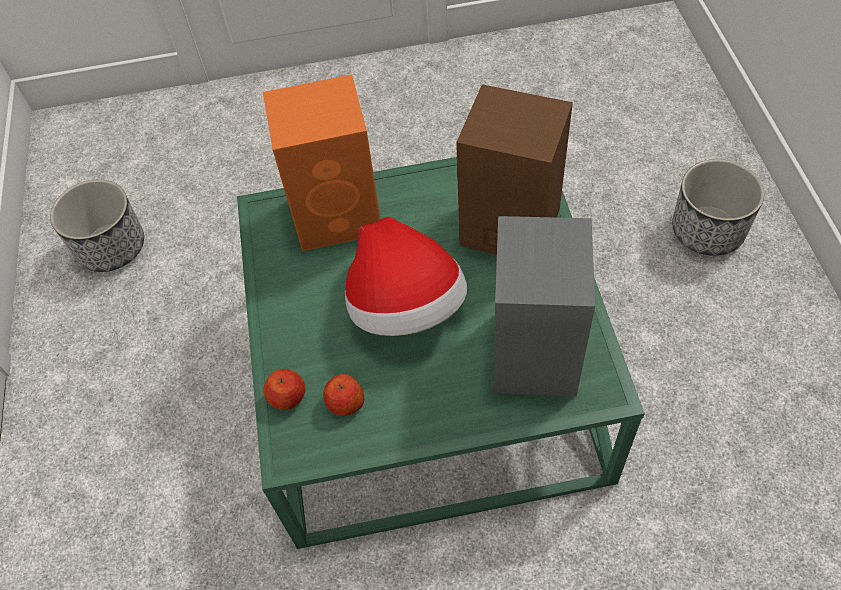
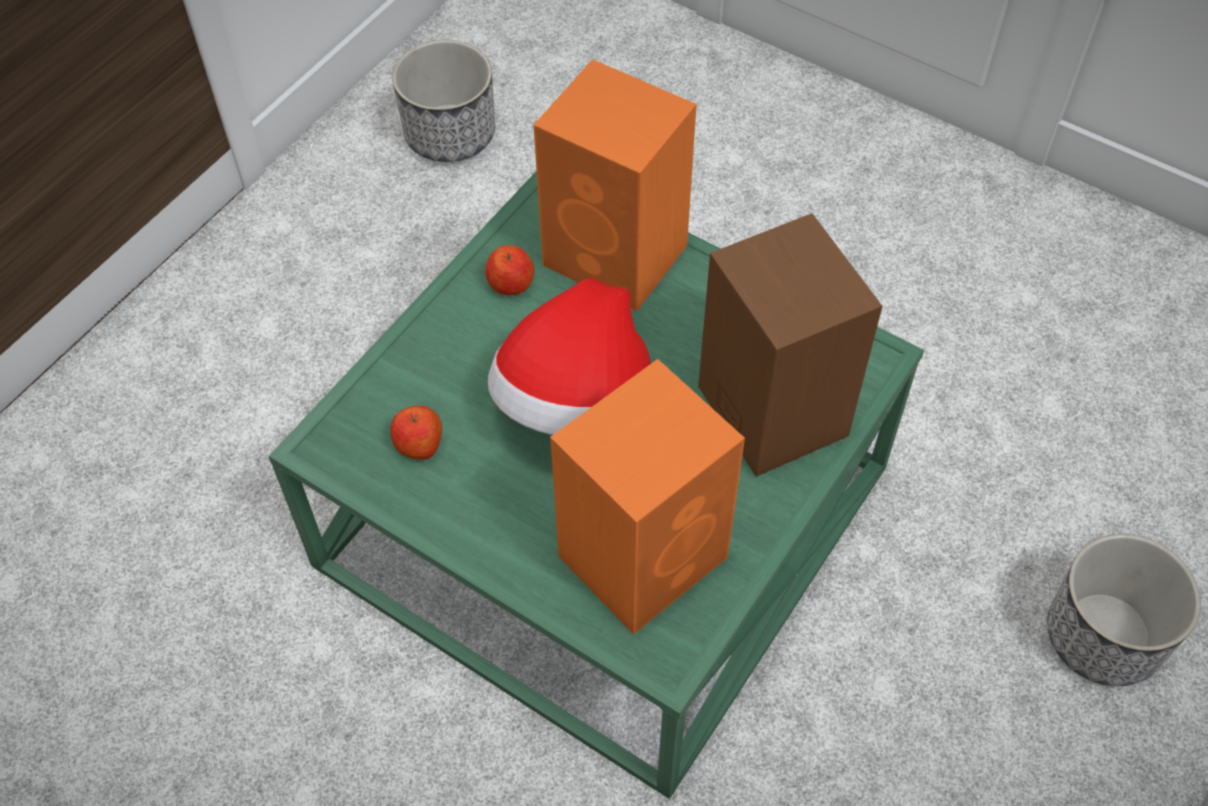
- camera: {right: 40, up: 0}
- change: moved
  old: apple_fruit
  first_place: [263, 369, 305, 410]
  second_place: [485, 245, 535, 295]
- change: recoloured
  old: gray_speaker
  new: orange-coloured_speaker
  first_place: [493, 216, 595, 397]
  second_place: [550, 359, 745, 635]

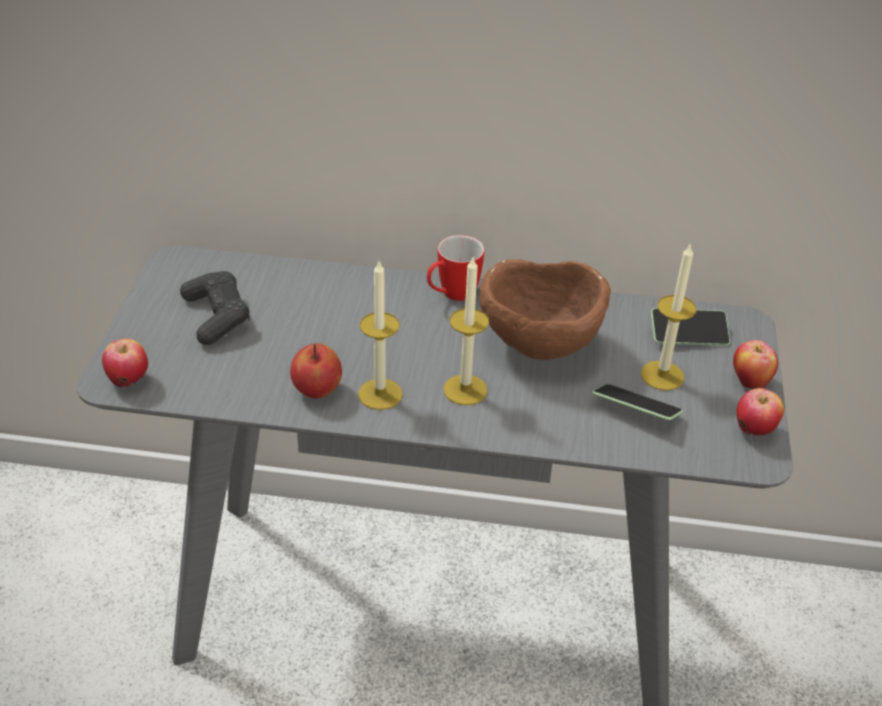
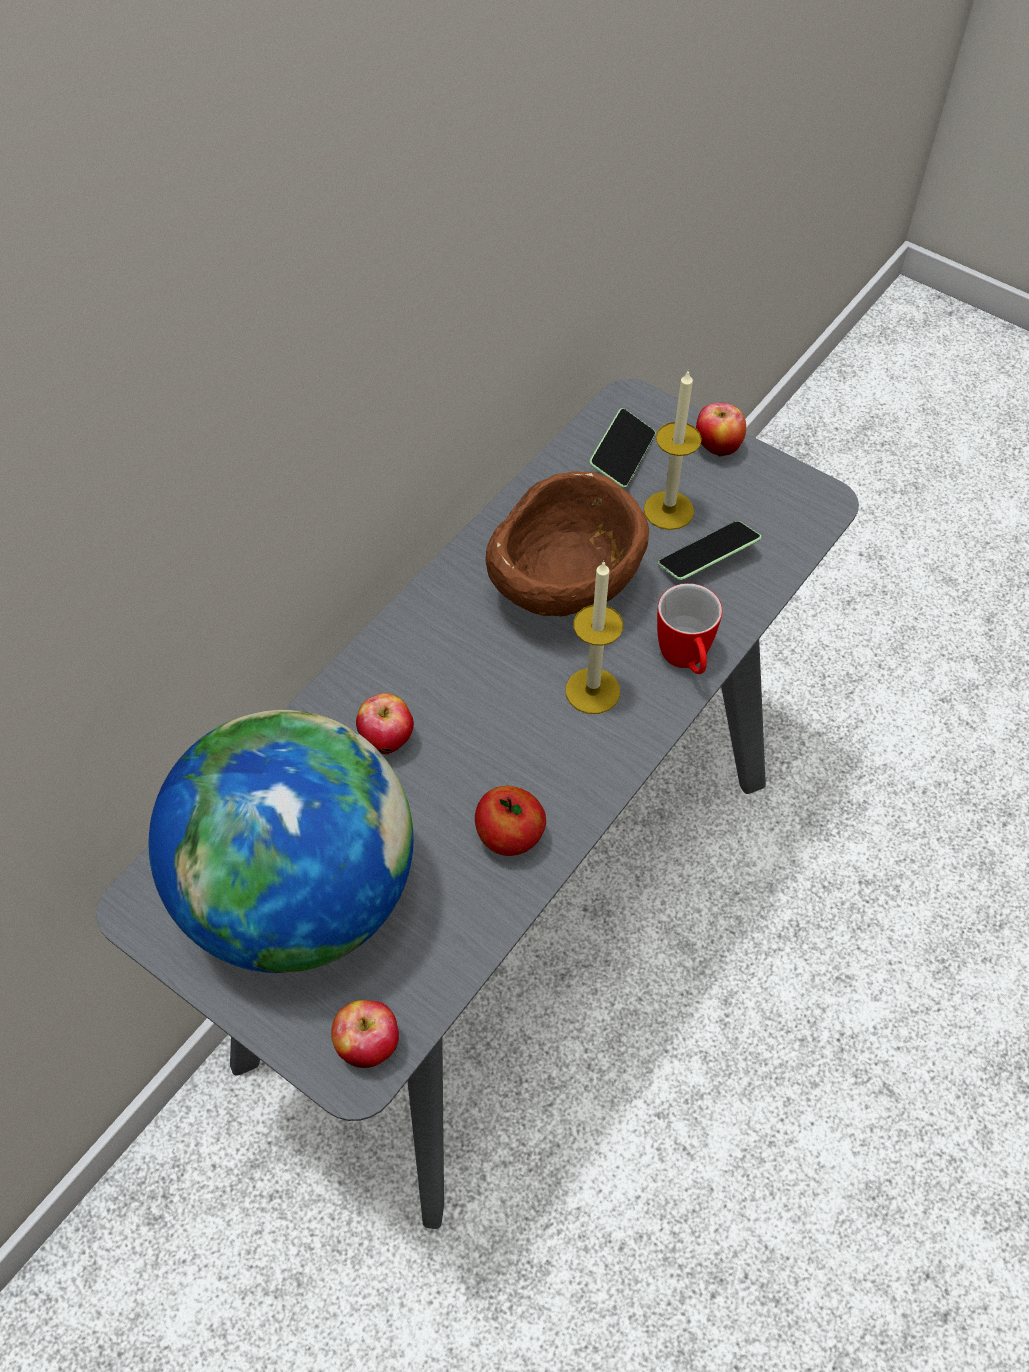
- camera: {right: -60, up: 15}
- change: replaced
  old: black_game_controller
  new: world_globe
  first_place: [180, 271, 250, 345]
  second_place: [148, 710, 413, 973]
- change: moved
  old: apple_fruit
  first_place: [736, 388, 784, 436]
  second_place: [356, 693, 414, 755]
- change: moved
  old: mug
  first_place: [427, 235, 485, 301]
  second_place: [657, 583, 722, 674]
- change: removed
  old: wax_light
  first_place: [358, 261, 403, 410]

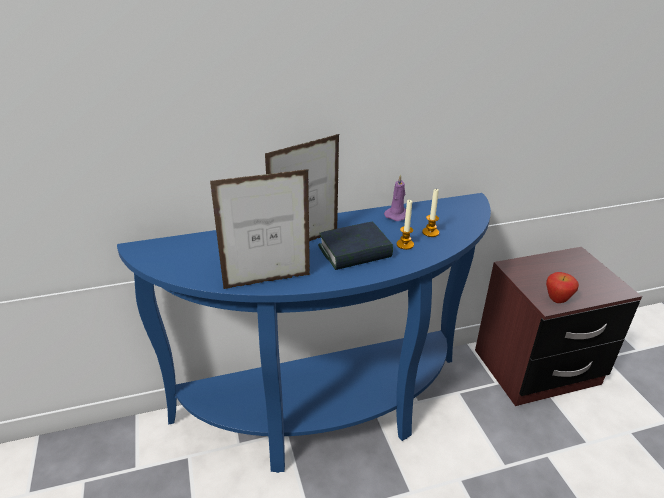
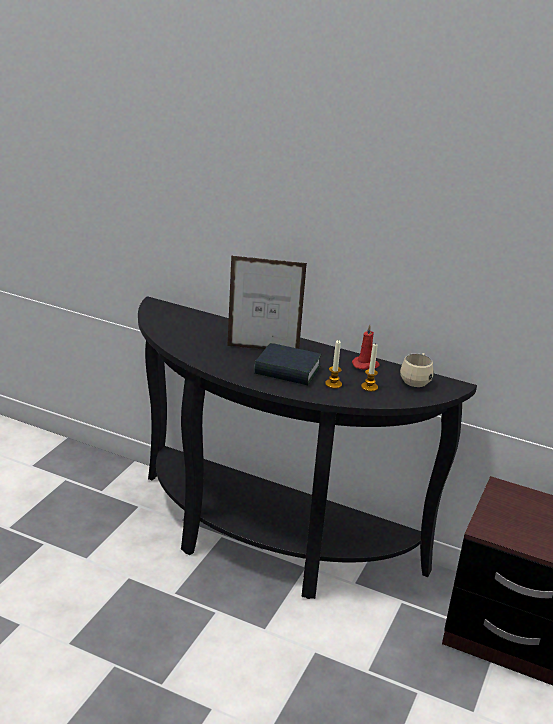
- camera: {right: 40, up: -5}
- change: recoloured
  old: blue_narrow_table
  new: black_narrow_table
  first_place: [117, 193, 491, 473]
  second_place: [138, 296, 477, 599]
- change: recoloured
  old: purplish_wax_light
  new: red_wax_light
  first_place: [384, 174, 406, 221]
  second_place: [352, 325, 380, 370]
- change: added
  new: beige-coloured_mug
  second_place: [400, 353, 433, 387]
- change: removed
  old: standing_frame
  first_place: [210, 169, 310, 289]
- change: removed
  old: apple_fruit
  first_place: [546, 272, 579, 303]

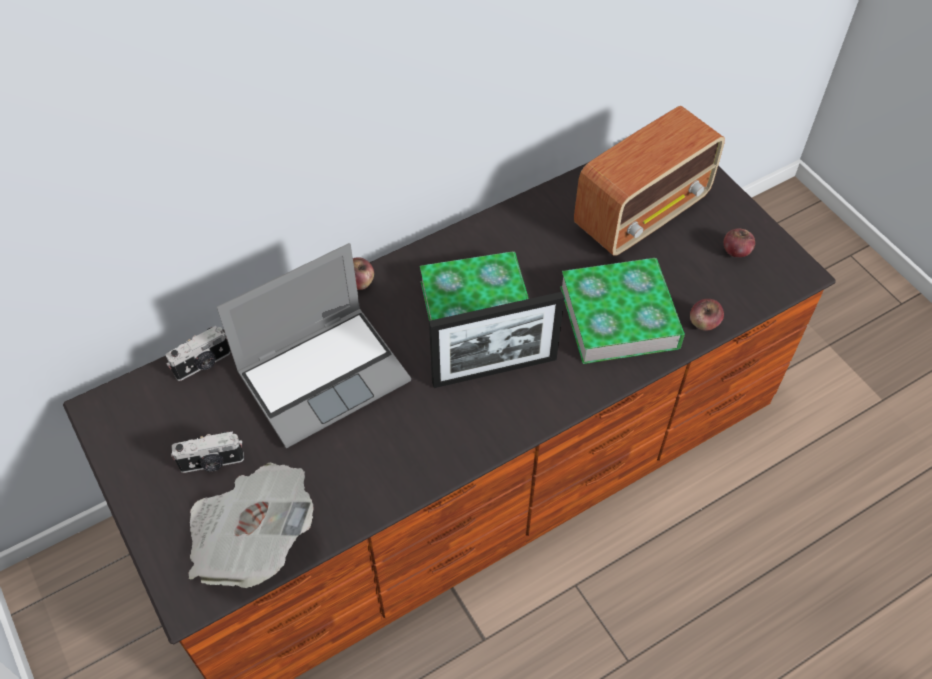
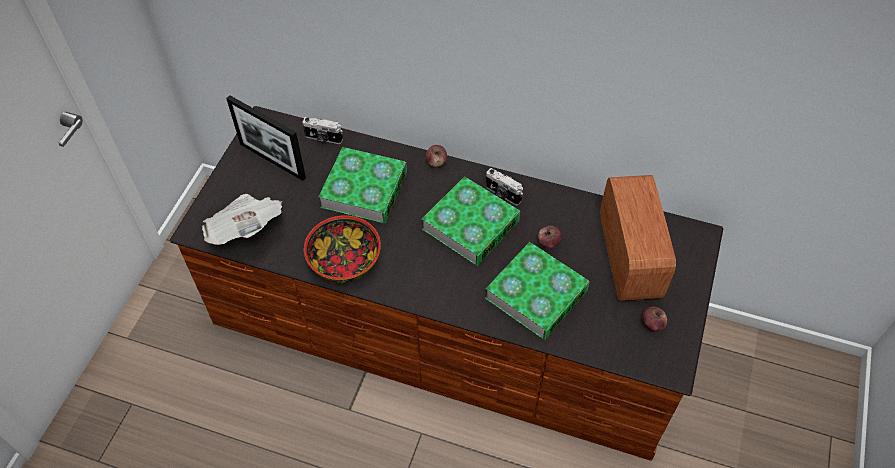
- camera: {right: 50, up: 0}
- change: moved
  old: standing_frame
  first_place: [429, 292, 564, 388]
  second_place: [226, 95, 306, 181]
- change: added
  new: serving_bowl
  second_place: [304, 215, 381, 283]
- change: replaced
  old: notebook_computer
  new: book
  first_place: [217, 243, 411, 448]
  second_place: [318, 147, 407, 223]
- change: moved
  old: still_camera
  first_place: [171, 431, 244, 473]
  second_place: [486, 168, 523, 205]
- change: moved
  old: apple_fruit
  first_place: [690, 299, 724, 331]
  second_place: [538, 225, 561, 248]
- change: turned
  old: radio_receiver
  first_place: [574, 106, 725, 256]
  second_place: [600, 175, 676, 300]
  degrees: -105

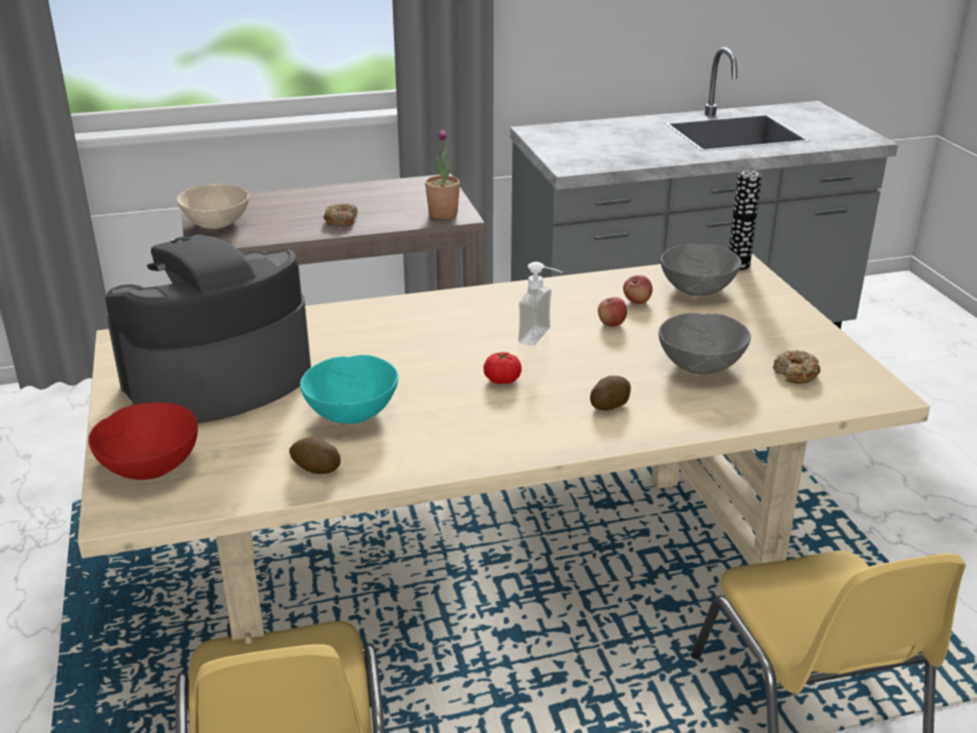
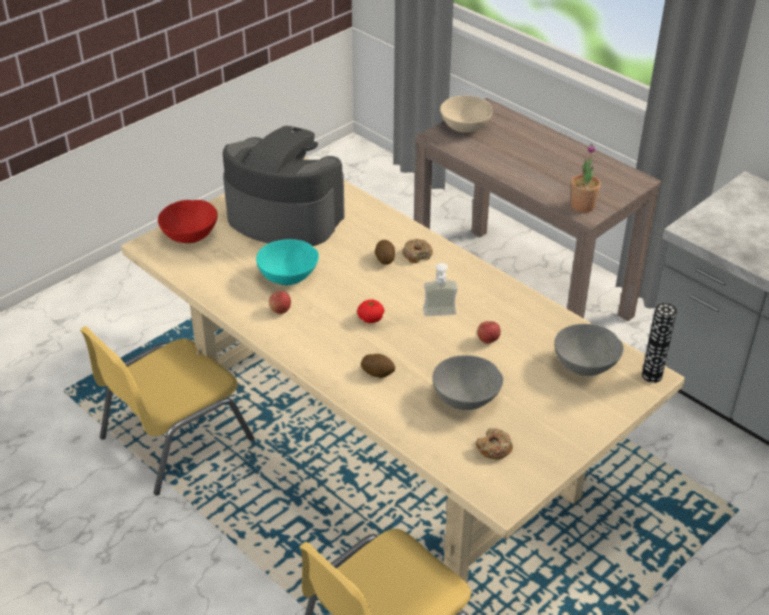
- camera: {right: 60, up: 10}
- change: moved
  old: apple_fruit
  first_place: [623, 275, 652, 304]
  second_place: [269, 291, 291, 314]
- change: moved
  old: spud
  first_place: [289, 437, 341, 474]
  second_place: [375, 240, 395, 265]
- change: moved
  old: doughnut
  first_place: [323, 204, 358, 227]
  second_place: [402, 239, 433, 263]

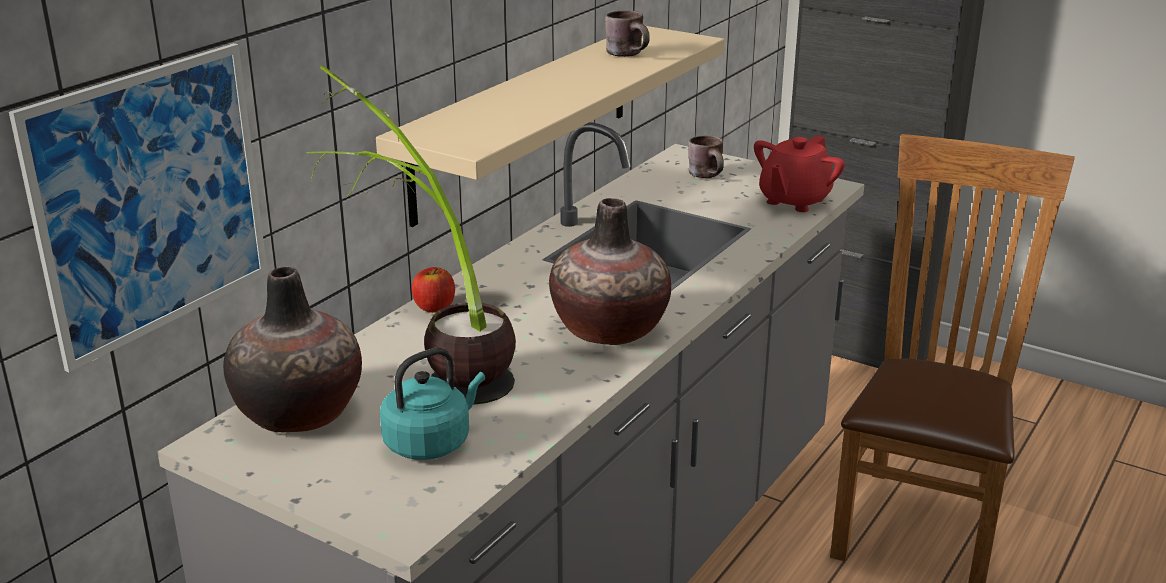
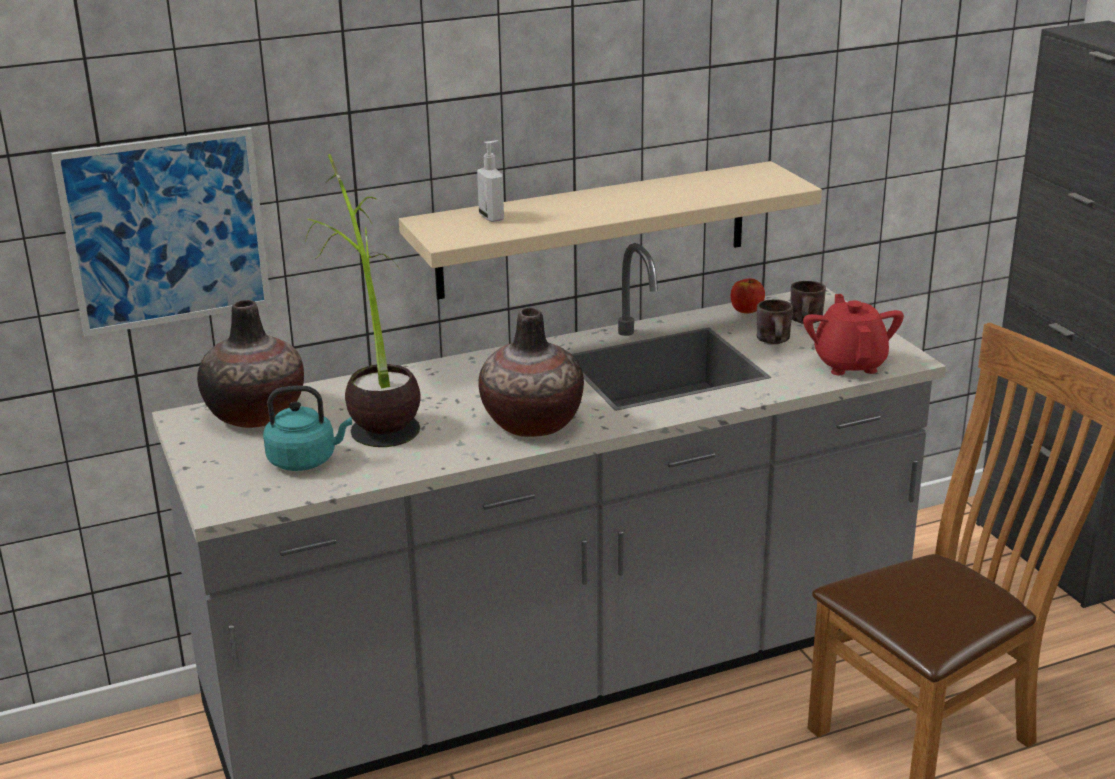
- camera: {right: 35, up: 0}
- change: added
  new: soap_bottle
  second_place: [477, 140, 504, 222]
- change: moved
  old: apple_fruit
  first_place: [412, 267, 455, 313]
  second_place: [731, 278, 765, 313]
- change: moved
  old: brownish_mug
  first_place: [605, 10, 650, 57]
  second_place: [757, 299, 793, 344]
- change: turned
  old: red_pot_for_tea
  first_place: [754, 135, 845, 212]
  second_place: [803, 294, 904, 375]
  degrees: 105

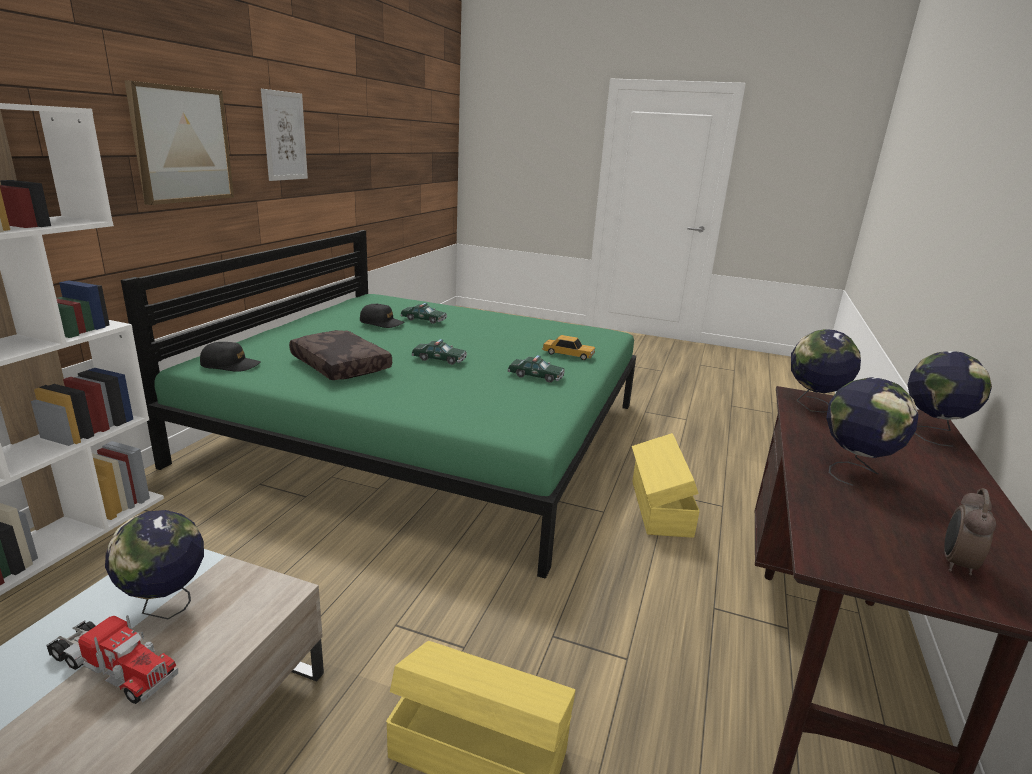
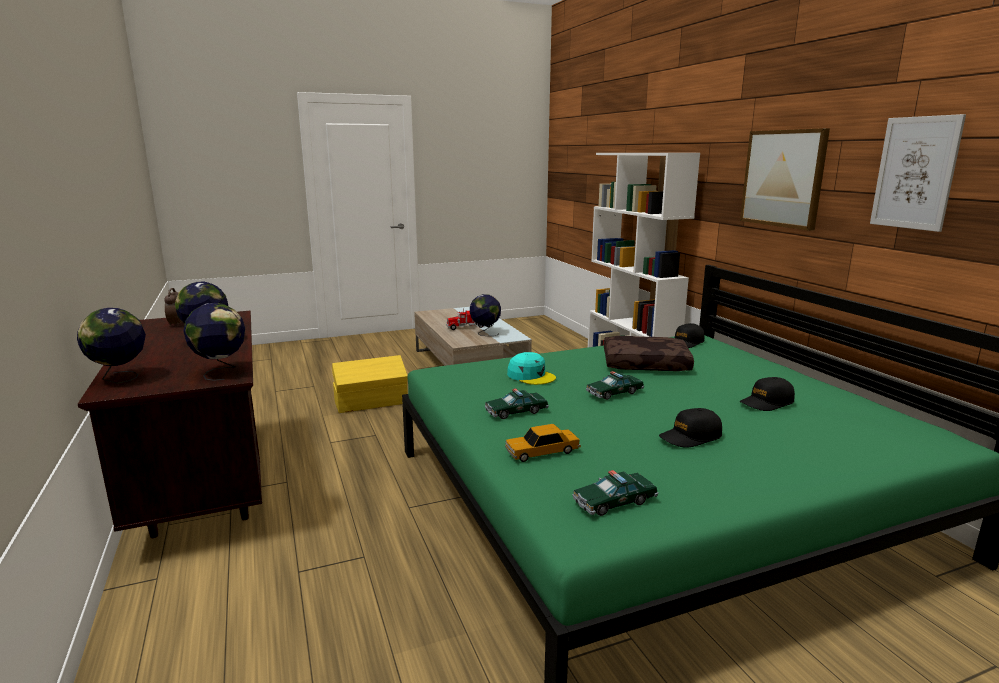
- camera: {right: 140, up: -5}
- change: added
  new: turquoise-coloured_baseball_cap
  second_place: [507, 352, 556, 385]
- change: moved
  old: model_car
  first_place: [400, 303, 447, 324]
  second_place: [572, 470, 658, 516]
- change: added
  new: black_baseball_cap
  second_place: [659, 408, 722, 448]
- change: removed
  old: yellow_storage_box
  first_place: [632, 433, 700, 538]

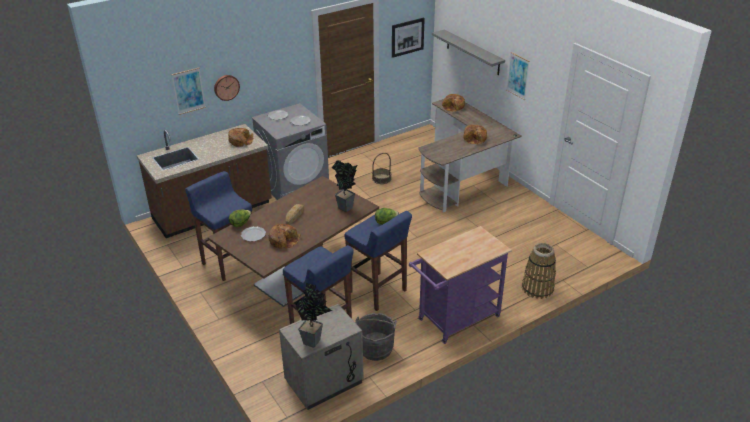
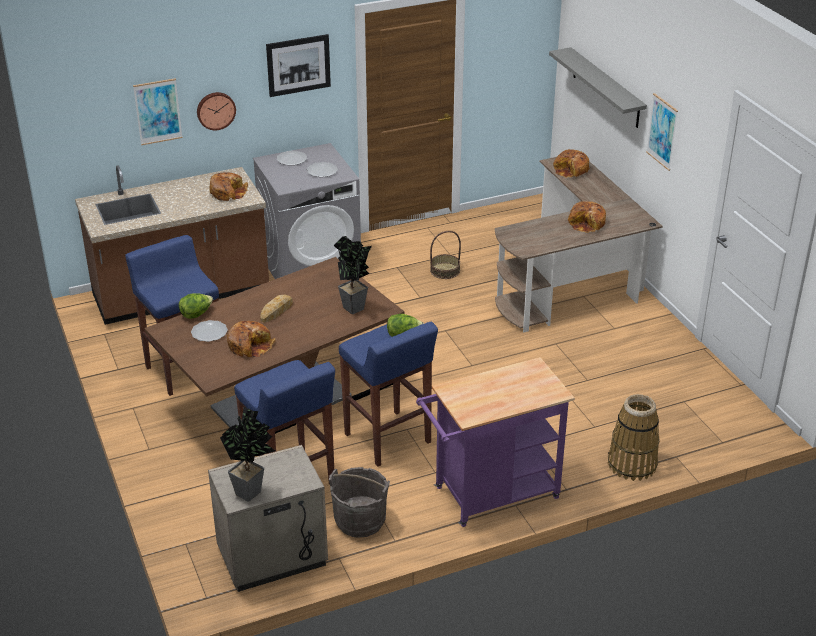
- camera: {right: 10, up: 0}
- change: moved
  old: picture
  first_place: [392, 17, 425, 58]
  second_place: [266, 34, 331, 97]

